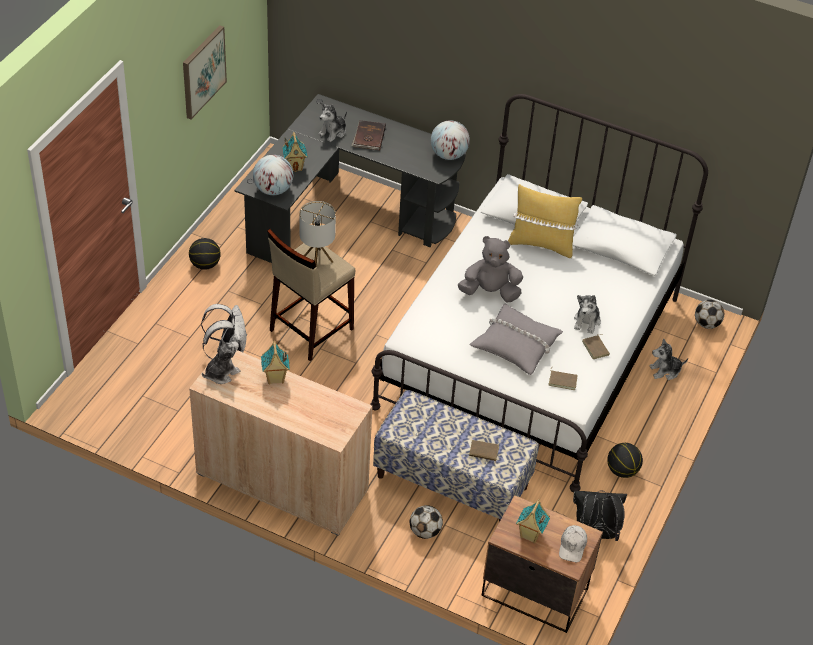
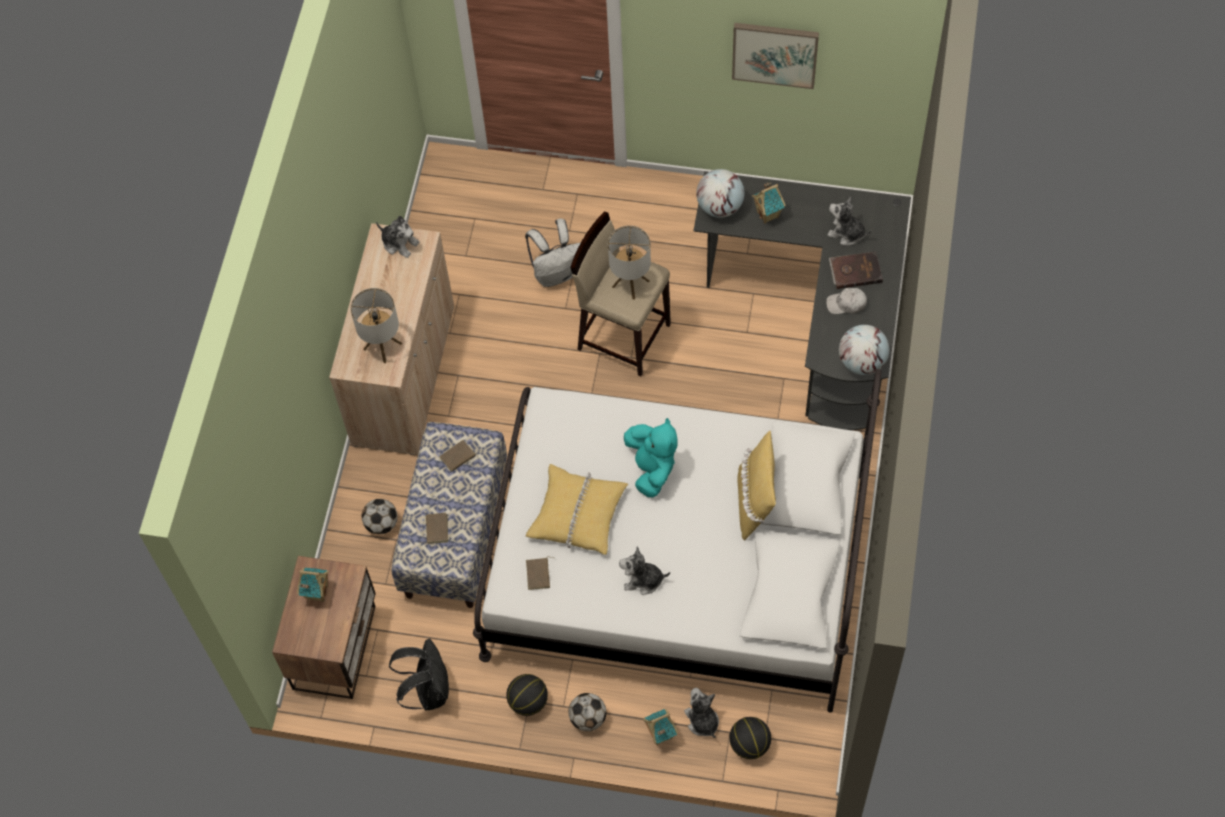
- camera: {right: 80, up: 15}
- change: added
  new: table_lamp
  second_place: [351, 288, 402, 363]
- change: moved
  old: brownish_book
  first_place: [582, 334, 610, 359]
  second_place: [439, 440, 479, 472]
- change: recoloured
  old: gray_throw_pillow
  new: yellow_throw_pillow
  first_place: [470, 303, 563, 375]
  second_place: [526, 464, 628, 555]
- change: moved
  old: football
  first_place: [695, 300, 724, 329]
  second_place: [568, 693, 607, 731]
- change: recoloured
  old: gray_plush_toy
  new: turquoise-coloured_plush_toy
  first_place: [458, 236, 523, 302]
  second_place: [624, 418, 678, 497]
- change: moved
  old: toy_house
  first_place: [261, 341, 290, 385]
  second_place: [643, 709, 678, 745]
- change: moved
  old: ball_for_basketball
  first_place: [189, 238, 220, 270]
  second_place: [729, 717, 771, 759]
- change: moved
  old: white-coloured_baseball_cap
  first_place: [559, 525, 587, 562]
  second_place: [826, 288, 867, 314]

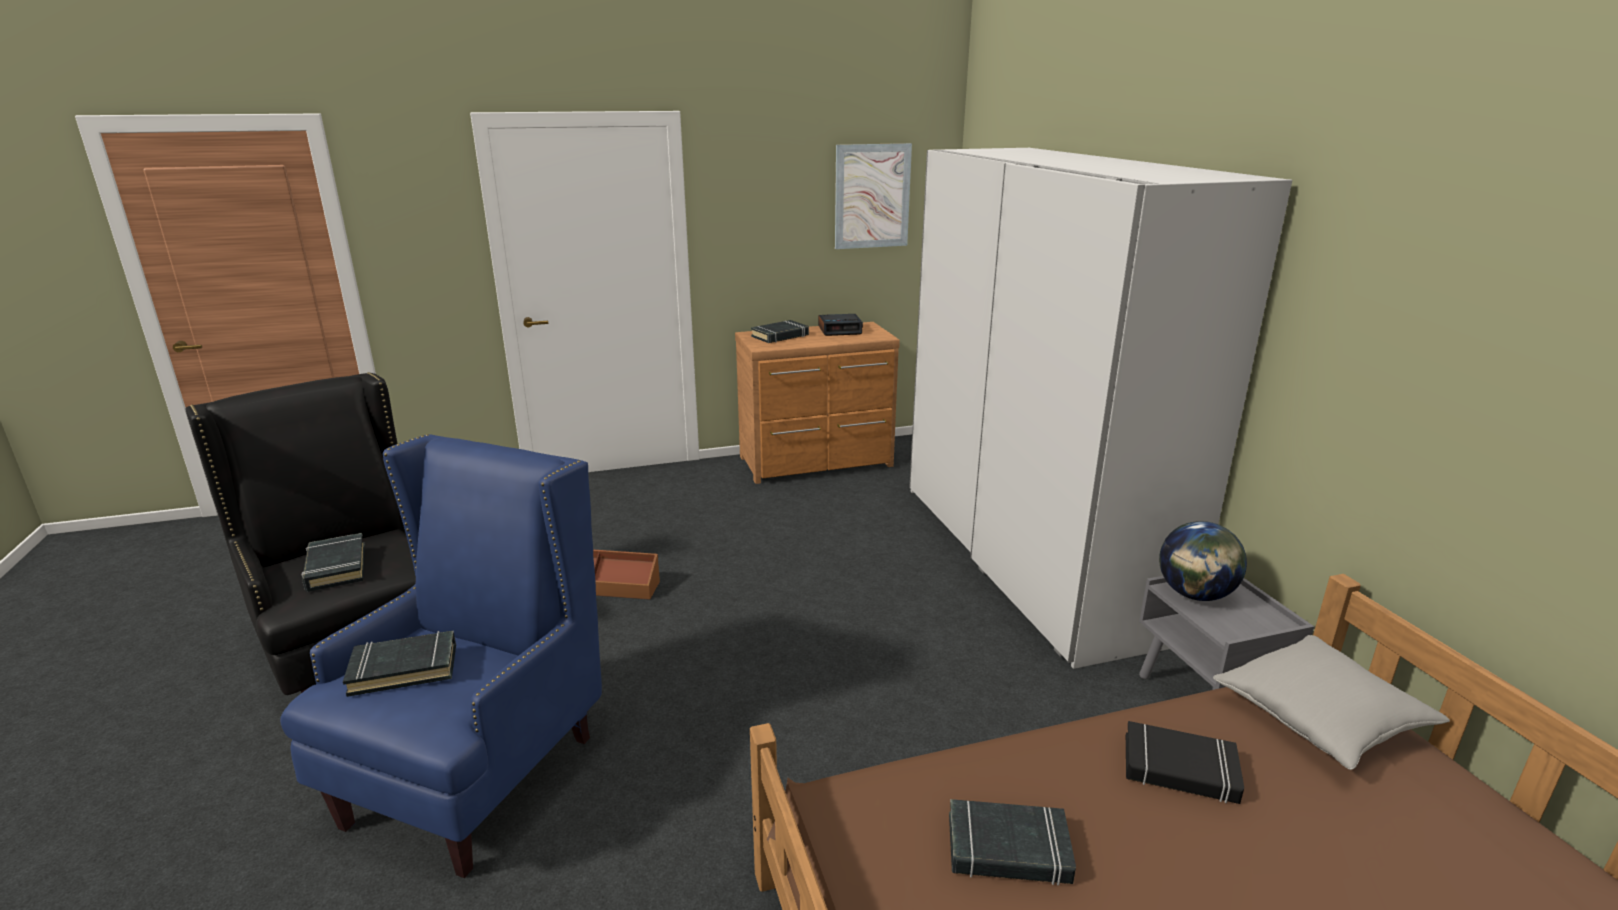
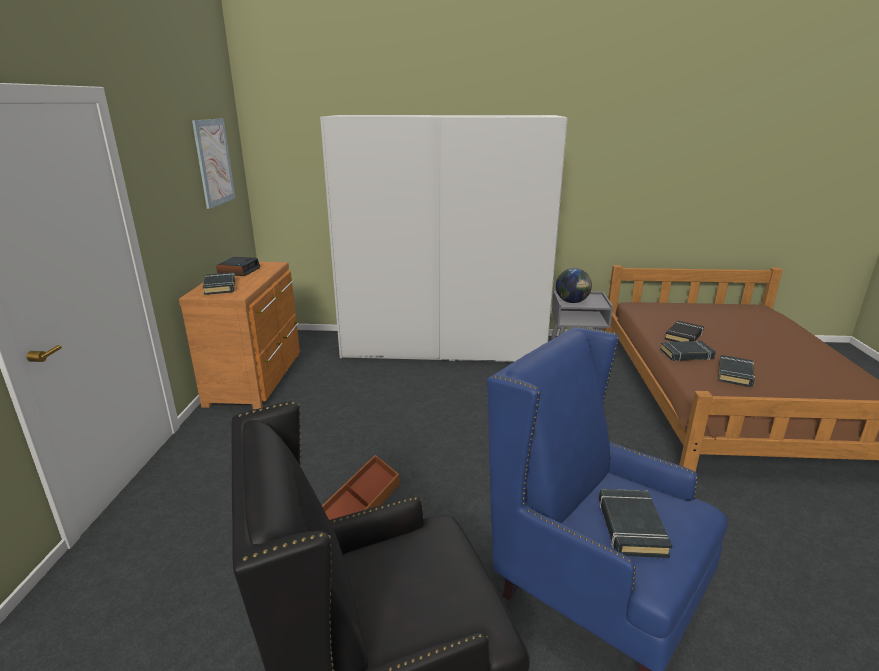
- camera: {right: -70, up: 0}
- change: moved
  old: black_book
  first_place: [301, 533, 365, 592]
  second_place: [660, 341, 716, 361]
- change: removed
  old: gray_throw_pillow
  first_place: [1213, 635, 1450, 770]

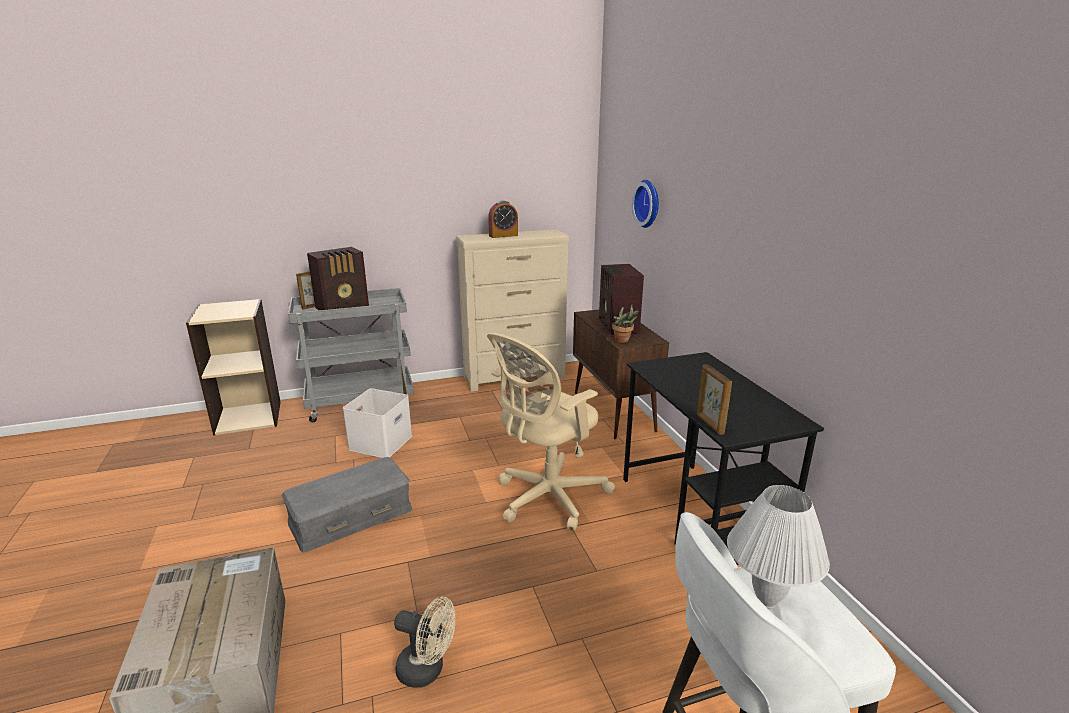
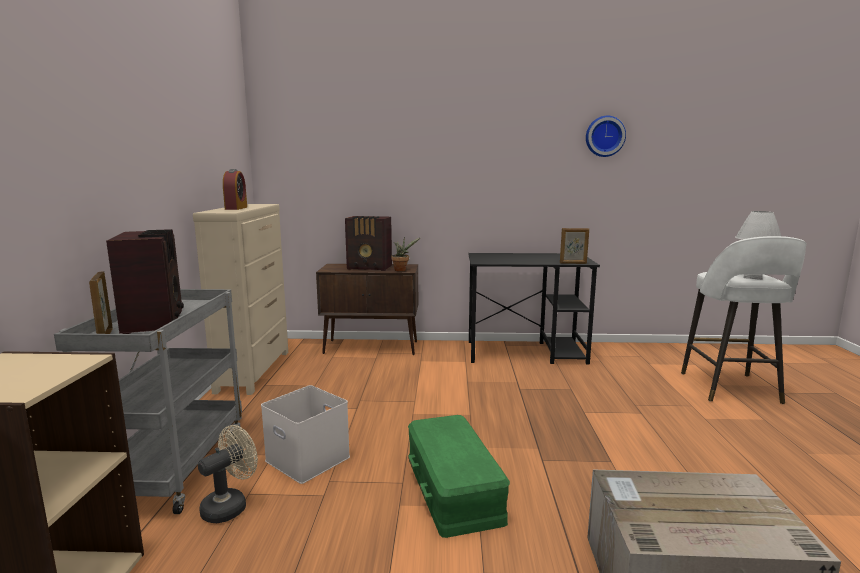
- camera: {right: -70, up: -10}
- change: moved
  old: beige-coloured_electric_fan
  first_place: [394, 597, 455, 688]
  second_place: [198, 425, 258, 523]
- change: recoloured
  old: gray_storage_box
  new: green-coloured_storage_box
  first_place: [282, 457, 412, 552]
  second_place: [408, 415, 510, 538]
- change: moved
  old: clock_on_the_wall
  first_place: [632, 180, 659, 228]
  second_place: [586, 116, 626, 157]
- change: removed
  old: beige-coloured_office_chair
  first_place: [487, 333, 615, 531]

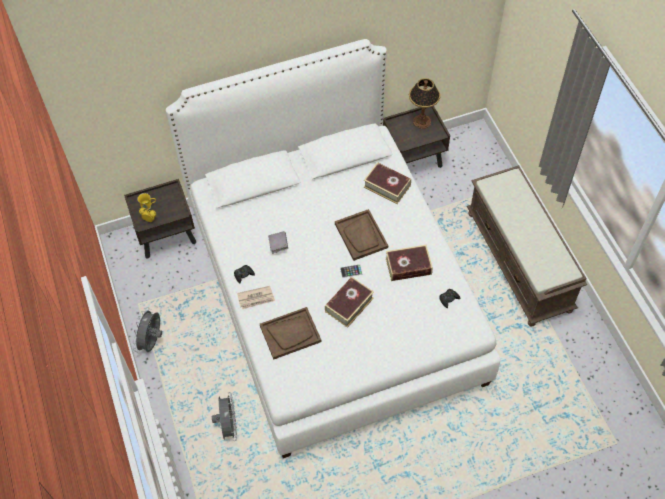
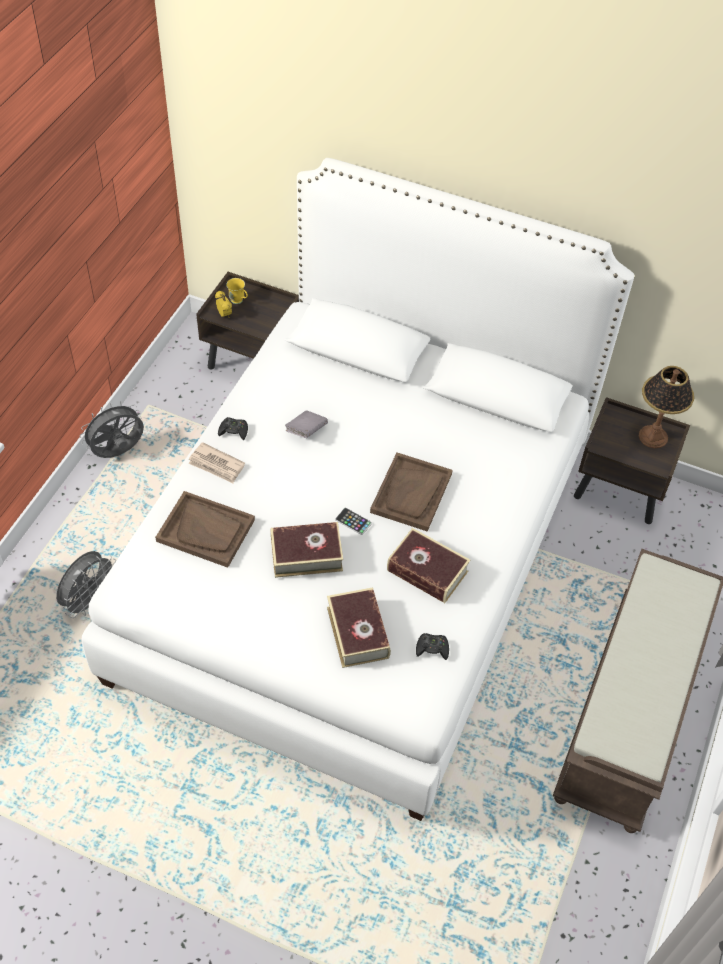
- camera: {right: 40, up: -5}
- change: moved
  old: book
  first_place: [364, 162, 411, 204]
  second_place: [327, 587, 391, 668]

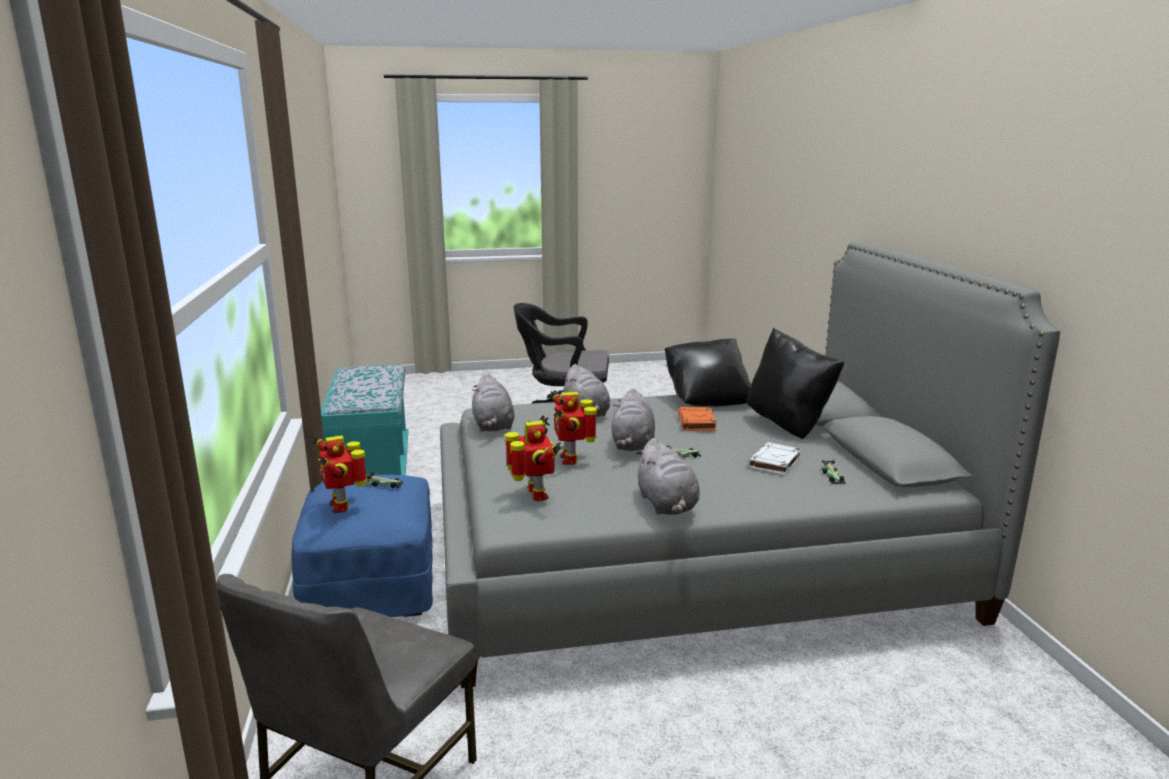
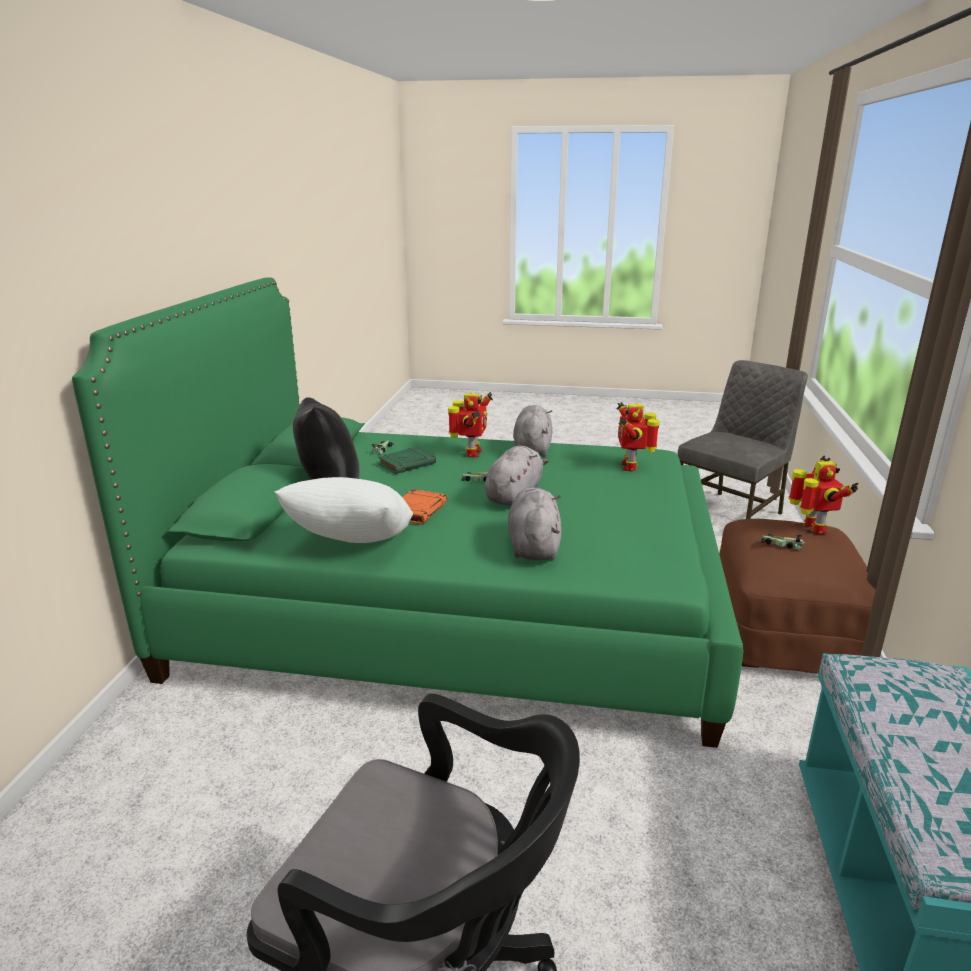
- camera: {right: -160, up: 5}
- change: recoloured
  old: gray_bed
  new: green-coloured_bed
  first_place: [440, 241, 1060, 688]
  second_place: [72, 277, 743, 748]
- change: recoloured
  old: black_throw_pillow
  new: white-coloured_throw_pillow
  first_place: [665, 339, 751, 407]
  second_place: [274, 477, 413, 543]
- change: recoloured
  old: white-coloured_book
  new: green-coloured_book
  first_place: [748, 442, 802, 476]
  second_place: [378, 447, 436, 474]
- change: moved
  old: robot_figure
  first_place: [550, 390, 597, 465]
  second_place: [448, 392, 493, 457]
- change: recoloured
  old: blue_ottoman
  new: brownish_ottoman
  first_place: [292, 475, 433, 617]
  second_place: [719, 519, 876, 674]
- change: removed
  old: gray_plush_toy
  first_place: [472, 374, 515, 432]

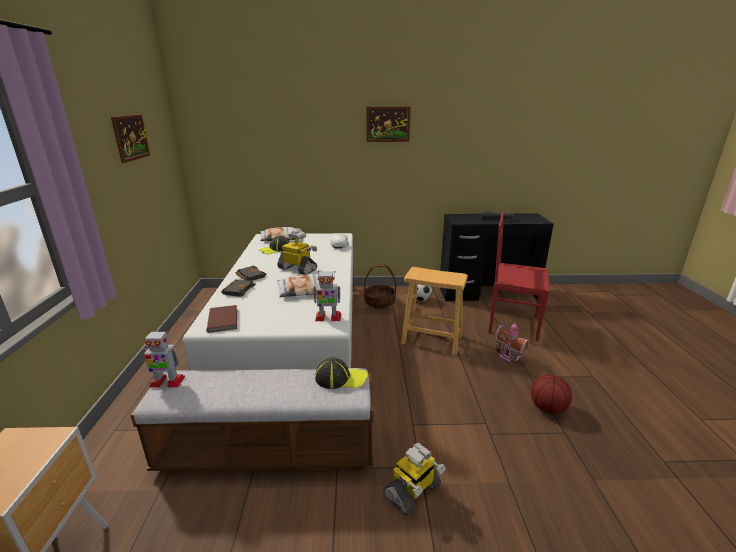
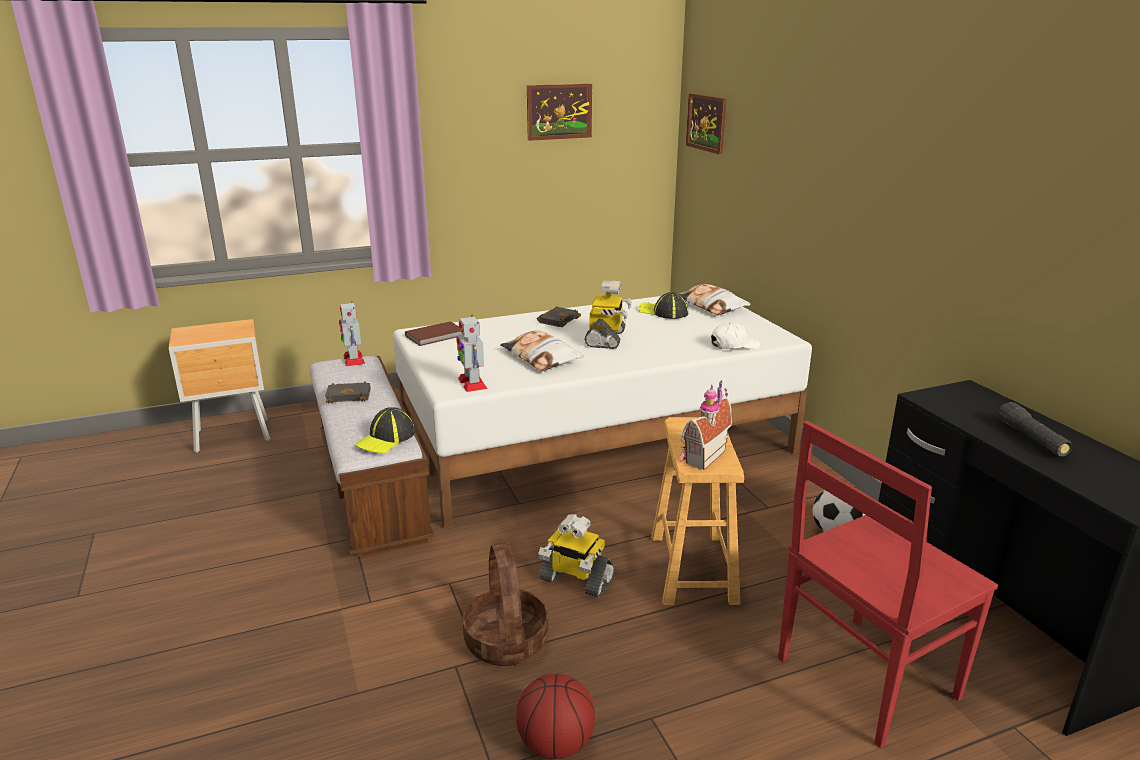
- camera: {right: 70, up: 0}
- change: moved
  old: black_book
  first_place: [221, 279, 256, 297]
  second_place: [325, 381, 371, 403]
- change: turned
  old: baseball_cap
  first_place: [315, 357, 368, 389]
  second_place: [355, 407, 415, 454]
  degrees: 45
- change: moved
  old: storage_basket
  first_place: [364, 264, 396, 308]
  second_place: [462, 542, 549, 666]
- change: moved
  old: robot_figure
  first_place: [383, 443, 446, 515]
  second_place: [538, 514, 615, 598]
- change: moved
  old: toy_house
  first_place: [496, 319, 530, 362]
  second_place: [680, 380, 732, 470]
- change: moved
  old: picture
  first_place: [366, 107, 411, 142]
  second_place: [686, 93, 726, 155]
- change: turned
  old: red_chair
  first_place: [488, 211, 550, 341]
  second_place: [778, 421, 998, 748]
  degrees: -120

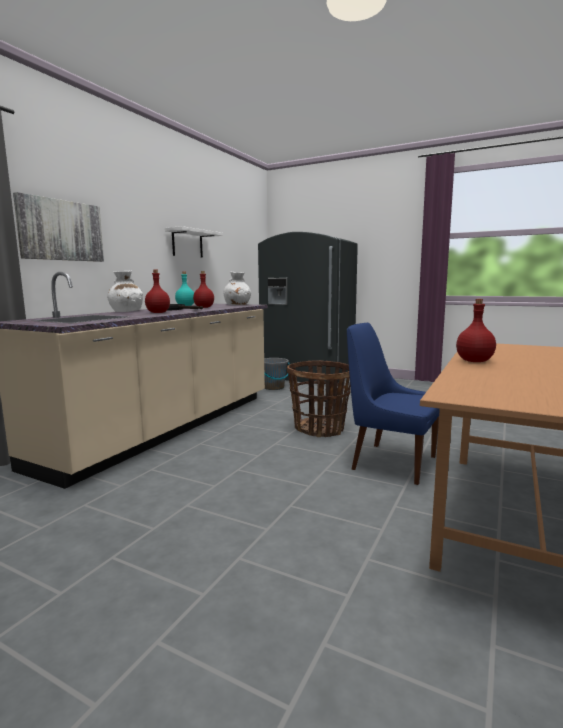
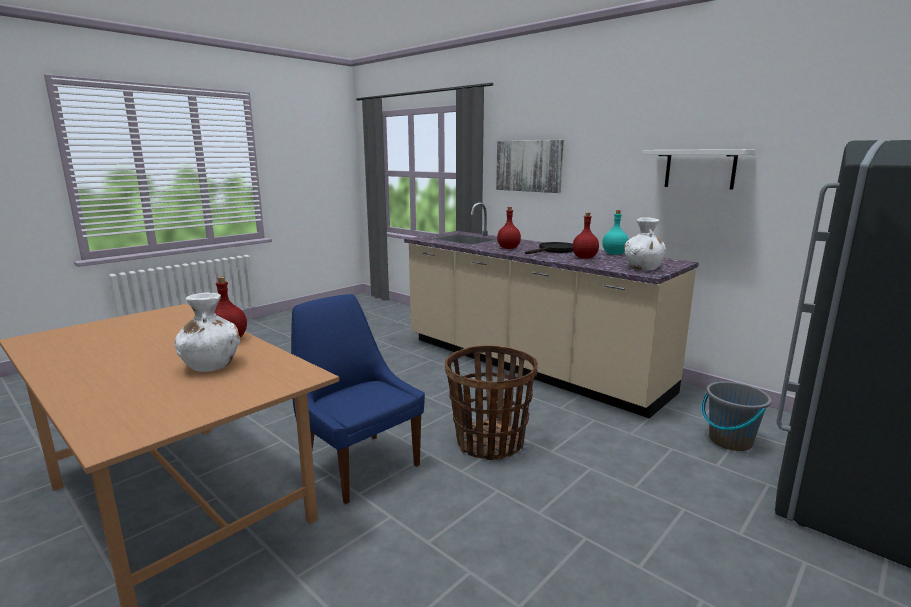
- camera: {right: 105, up: 5}
- change: moved
  old: white-coloured_decorative_vase
  first_place: [107, 270, 143, 312]
  second_place: [175, 292, 240, 372]
- change: turned
  old: blue_chair
  first_place: [347, 323, 440, 485]
  second_place: [291, 294, 425, 504]
  degrees: -90

